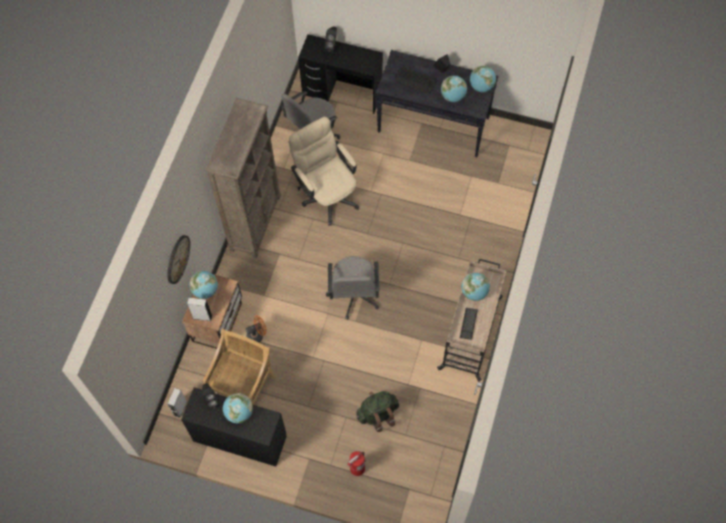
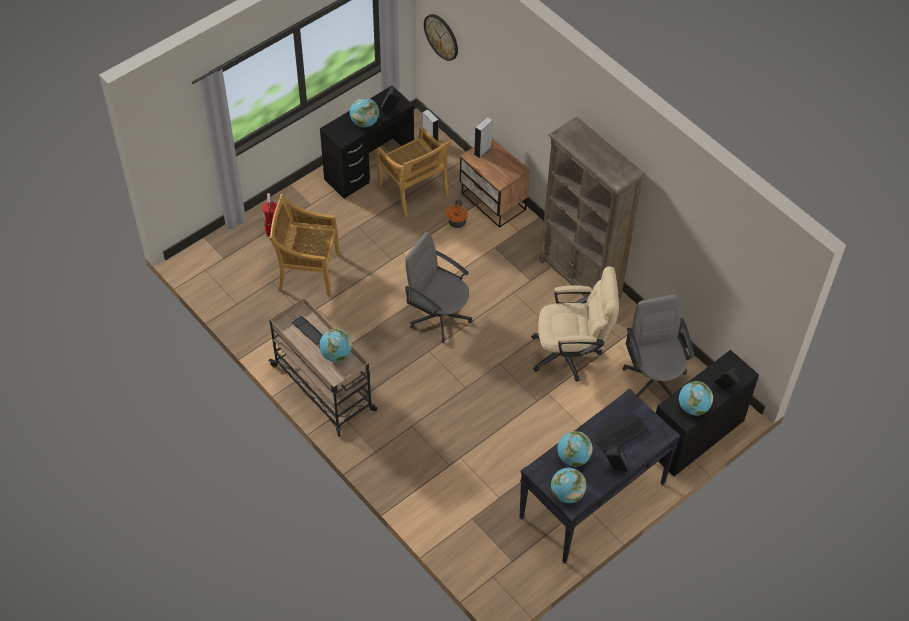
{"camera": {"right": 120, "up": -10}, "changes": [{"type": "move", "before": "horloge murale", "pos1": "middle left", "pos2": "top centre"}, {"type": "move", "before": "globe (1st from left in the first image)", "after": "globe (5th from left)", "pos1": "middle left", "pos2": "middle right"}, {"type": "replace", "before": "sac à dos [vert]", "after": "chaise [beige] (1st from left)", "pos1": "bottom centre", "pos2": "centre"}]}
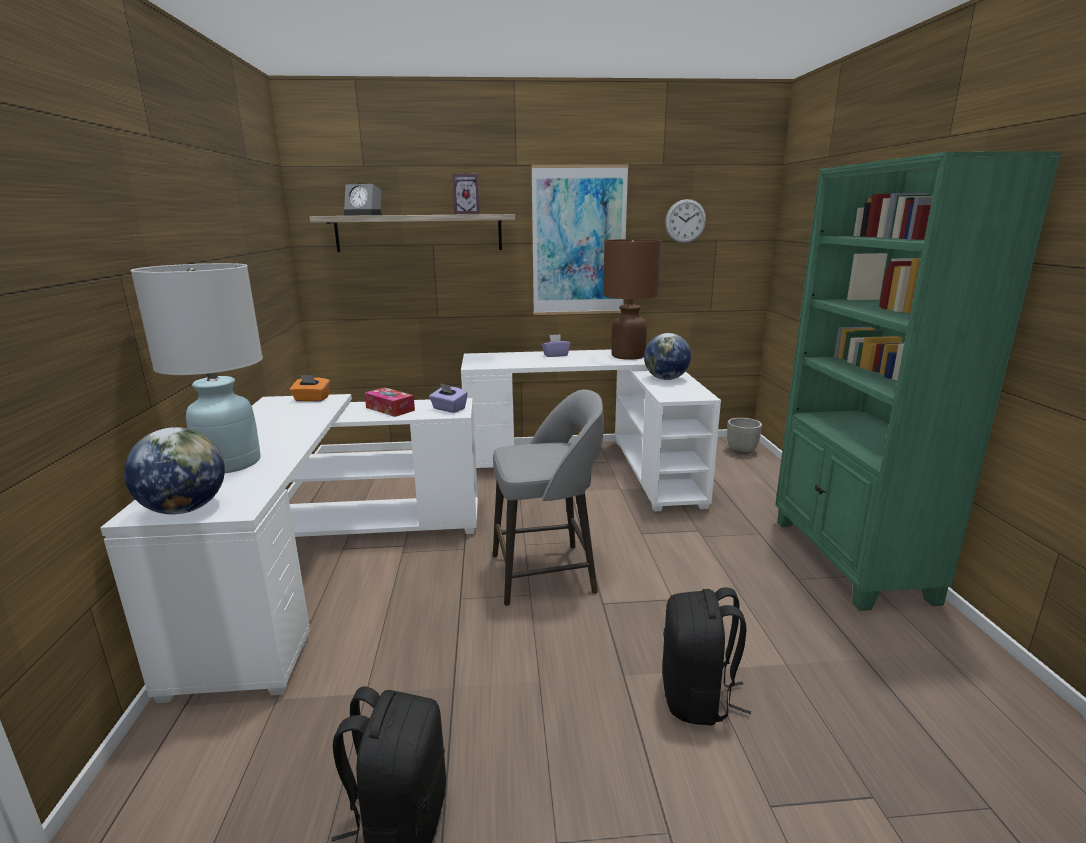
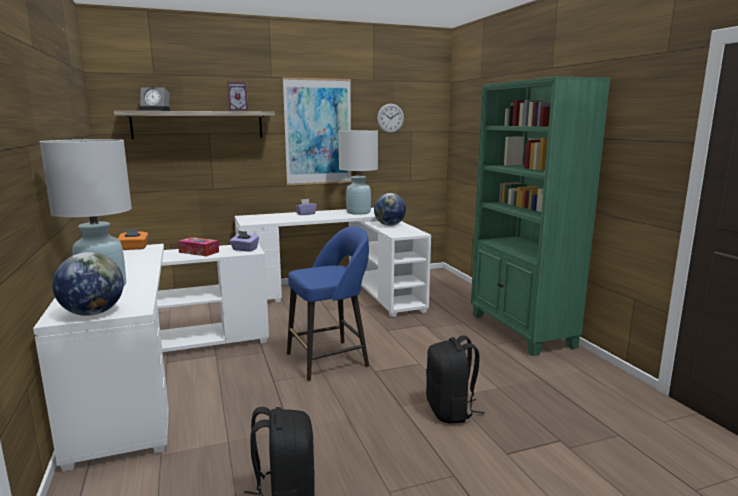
{"camera": {"right": -15, "up": -5}, "changes": [{"type": "delete", "before": "cache-pot [gris]", "pos1": "middle right"}, {"type": "recolor", "before": "tabouret [gris]", "after": "tabouret [bleu]", "pos1": "centre", "pos2": "centre"}, {"type": "recolor", "before": "lampe de table [marron]", "after": "lampe de table [blanc] (2nd from left)", "pos1": "centre", "pos2": "centre"}]}
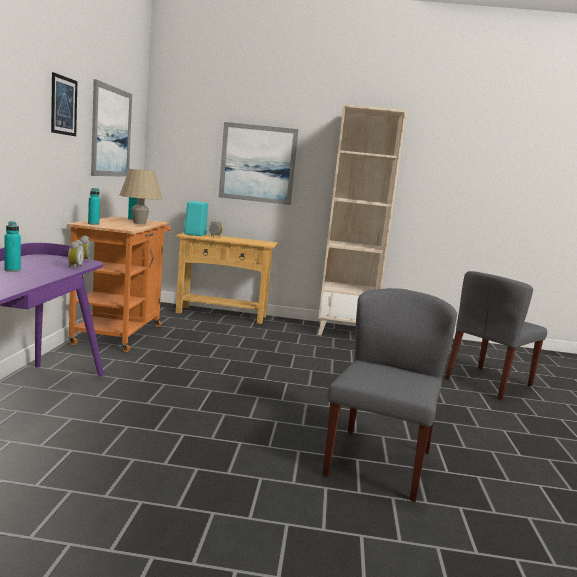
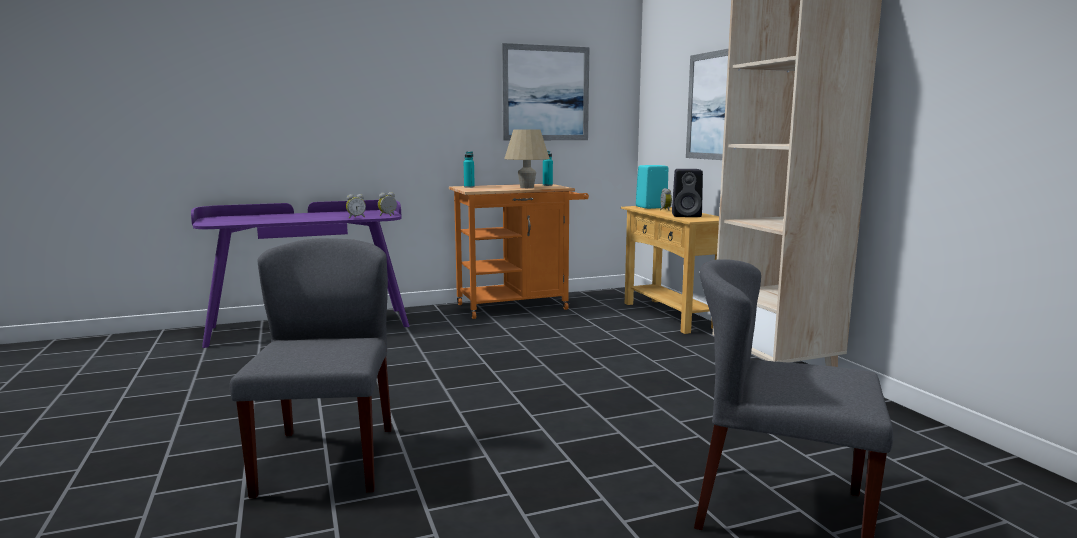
{"camera": {"right": 65, "up": 0}, "changes": [{"type": "delete", "before": "bouteille [turquoise] (1st from left)", "pos1": "middle left"}, {"type": "delete", "before": "tableau (1st from left)", "pos1": "top left"}, {"type": "insert", "after": "enceinte [noir]", "pos2": "centre"}, {"type": "rotate", "before": "chaise [gris] (1st from left)", "pos1": "bottom right", "pos2": "bottom left", "turn": -90}]}
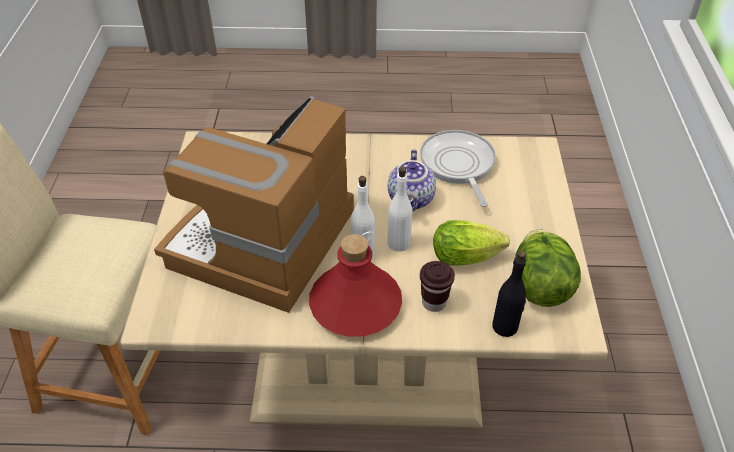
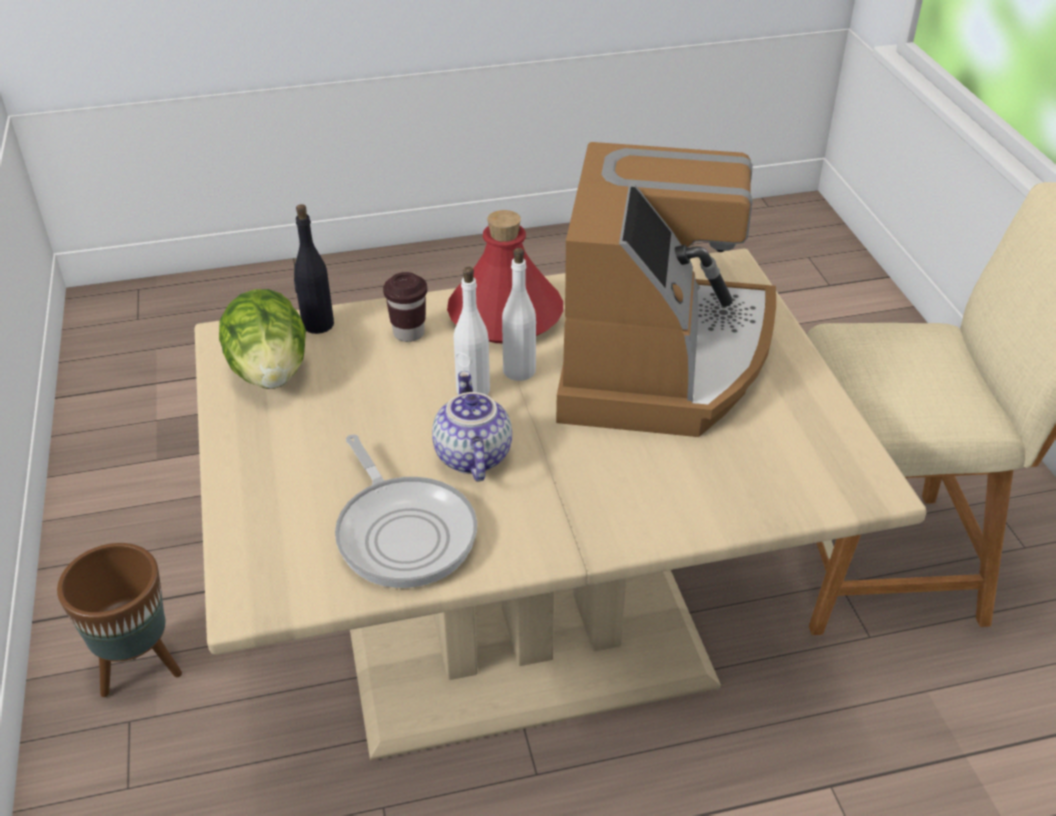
{"camera": {"right": 165, "up": -5}, "changes": [{"type": "delete", "before": "laitue (1st from left)", "pos1": "centre"}, {"type": "insert", "after": "cache-pot [marron]", "pos2": "bottom left"}]}
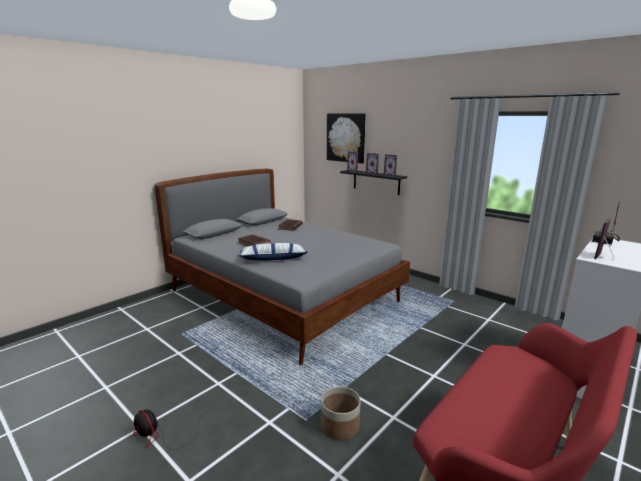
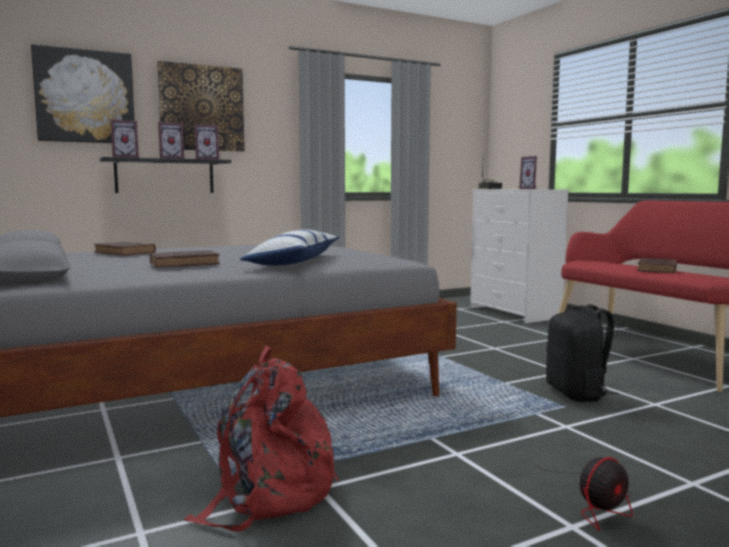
{"camera": {"right": -70, "up": -10}, "changes": [{"type": "insert", "after": "tableau (2nd from left)", "pos2": "top left"}, {"type": "insert", "after": "sac à dos [rouge]", "pos2": "bottom centre"}, {"type": "insert", "after": "livre [marron] (3rd from left)", "pos2": "middle right"}, {"type": "replace", "before": "cache-pot", "after": "sac à dos [noir]", "pos1": "bottom centre", "pos2": "middle right"}]}
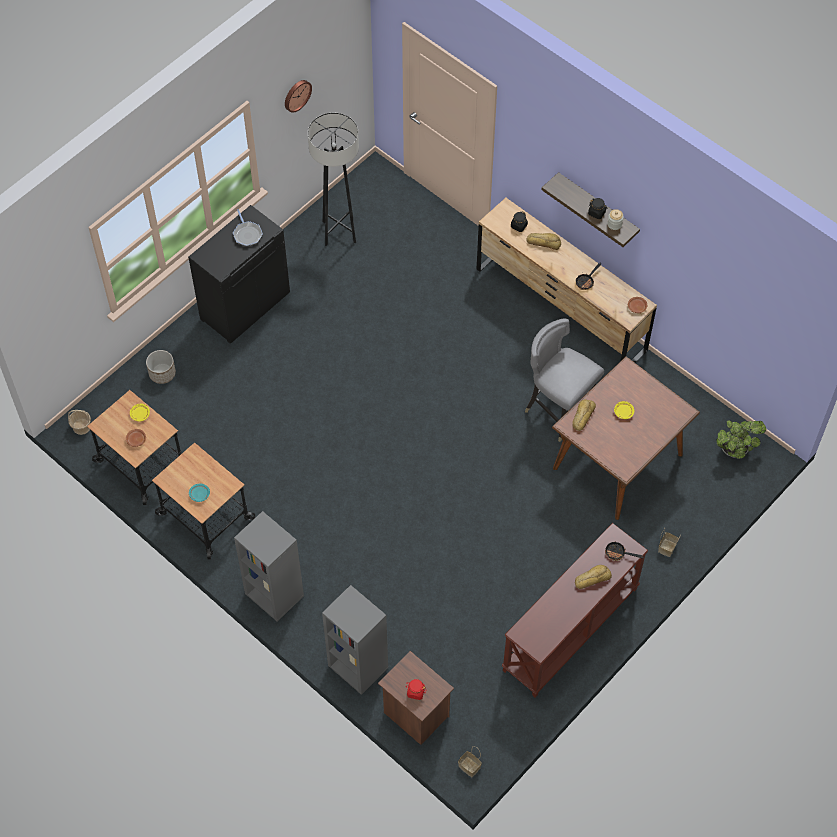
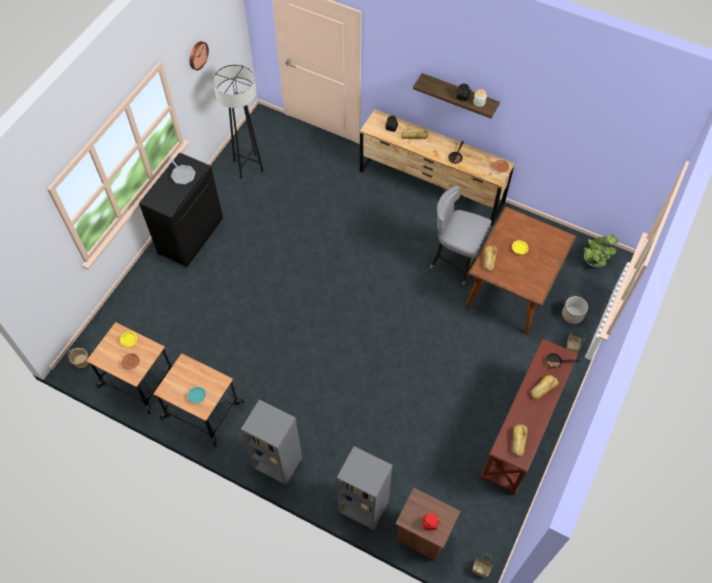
{"camera": {"right": -15, "up": 0}, "changes": [{"type": "insert", "after": "pain (3rd from left)", "pos2": "bottom right"}, {"type": "move", "before": "cache-pot", "pos1": "middle left", "pos2": "middle right"}]}
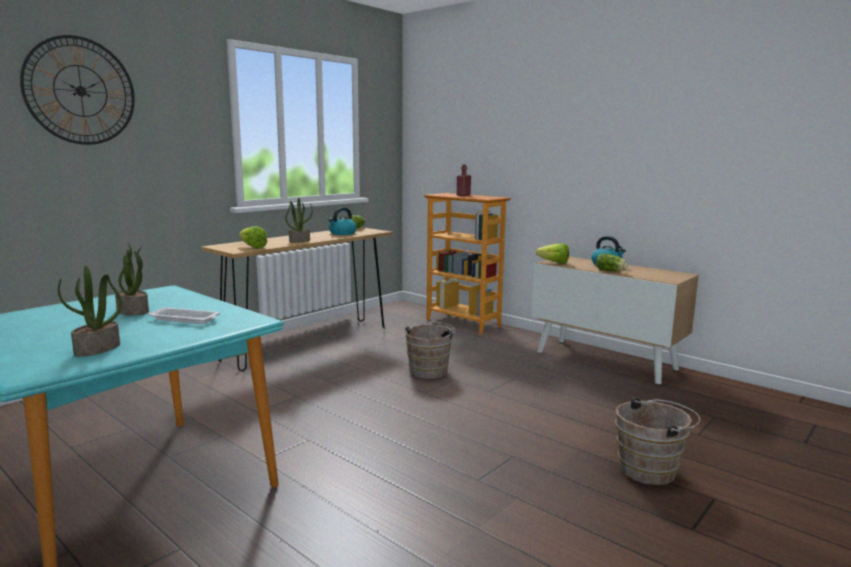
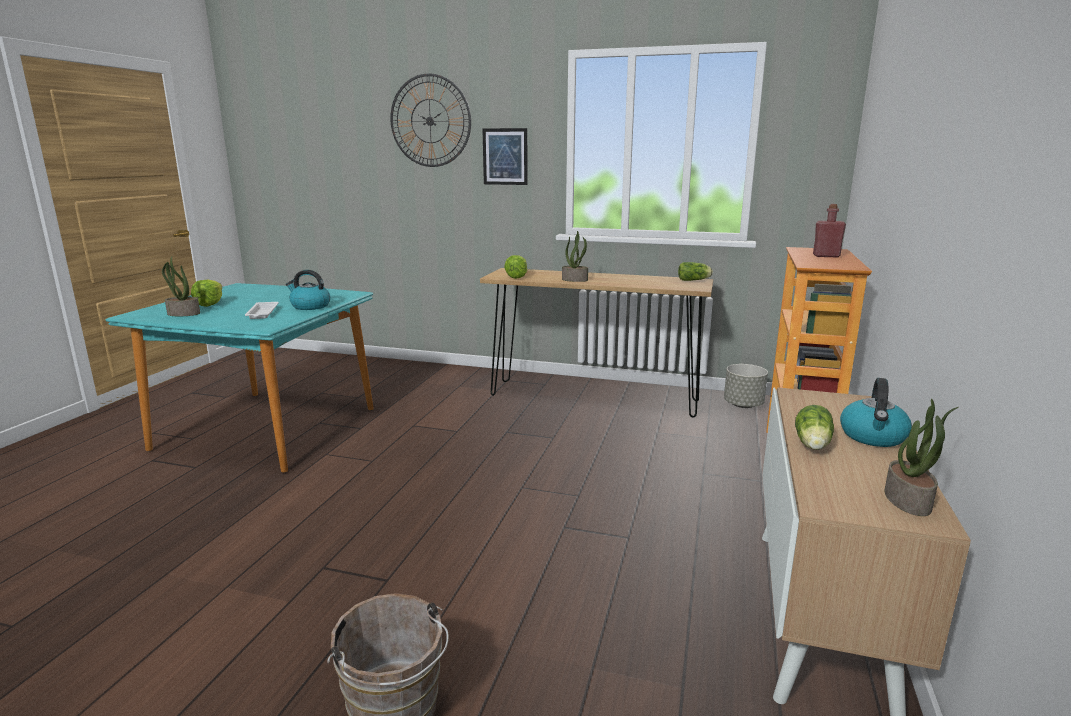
{"camera": {"right": 65, "up": 5}, "changes": [{"type": "delete", "before": "seau [marron] (1st from left)", "pos1": "centre"}, {"type": "insert", "after": "tableau", "pos2": "top centre"}, {"type": "insert", "after": "cache-pot [gris]", "pos2": "middle right"}, {"type": "move", "before": "plante en pot (2nd from left in the first image)", "after": "plante en pot (3rd from left)", "pos1": "middle left", "pos2": "middle right"}, {"type": "move", "before": "bouilloire (1st from left)", "pos1": "centre", "pos2": "middle left"}, {"type": "move", "before": "laitue (3rd from left in the first image)", "after": "laitue (1st from left)", "pos1": "centre", "pos2": "middle left"}]}
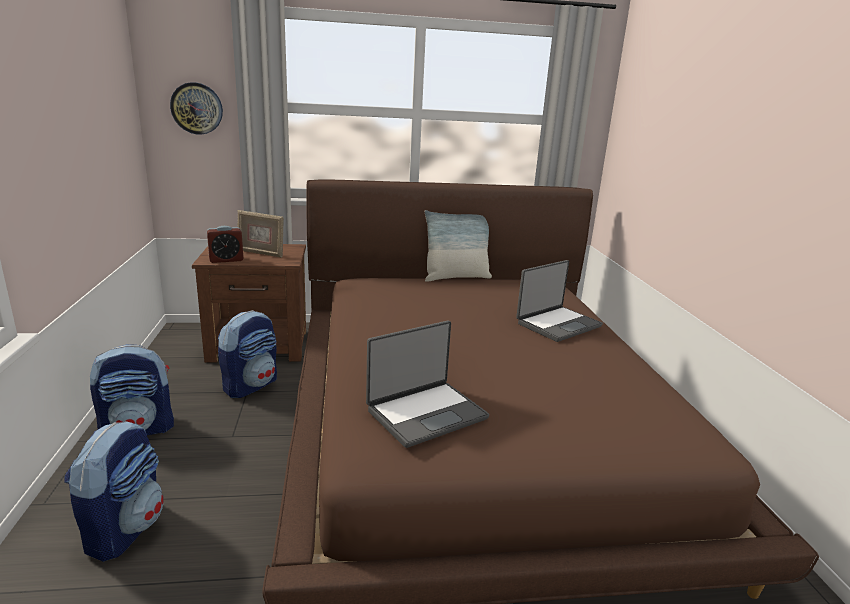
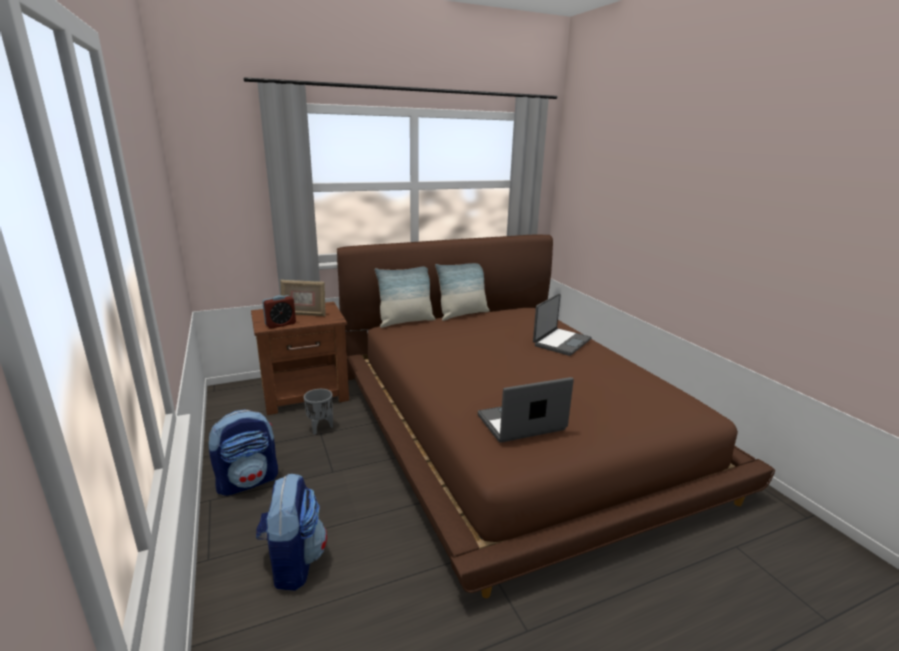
{"camera": {"right": -15, "up": 0}, "changes": [{"type": "delete", "before": "horloge murale", "pos1": "top left"}, {"type": "insert", "after": "coussin (1st from left)", "pos2": "centre"}, {"type": "replace", "before": "sac à dos (3rd from left)", "after": "cache-pot [gris]", "pos1": "middle left", "pos2": "centre"}, {"type": "rotate", "before": "ordinateur portable (1st from left)", "pos1": "centre", "pos2": "centre", "turn": -150}]}
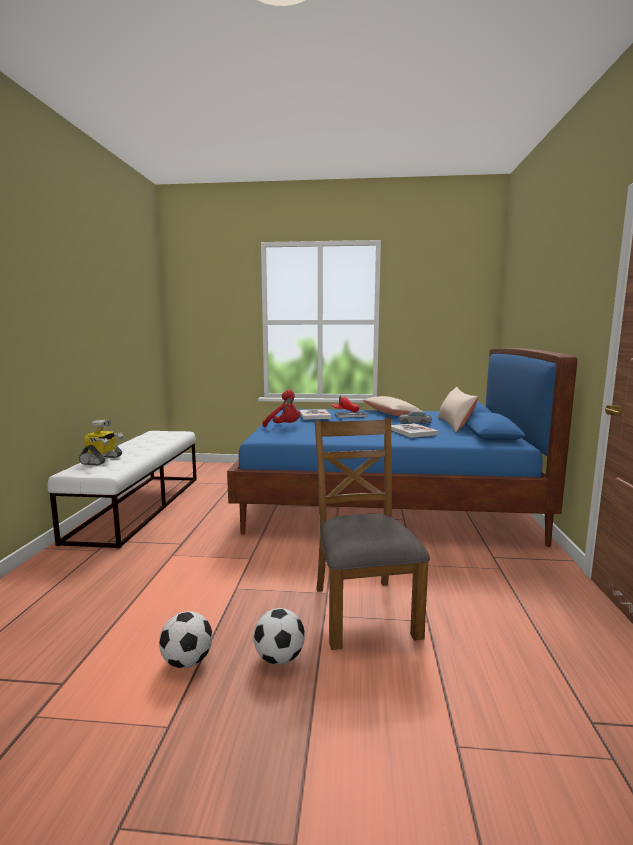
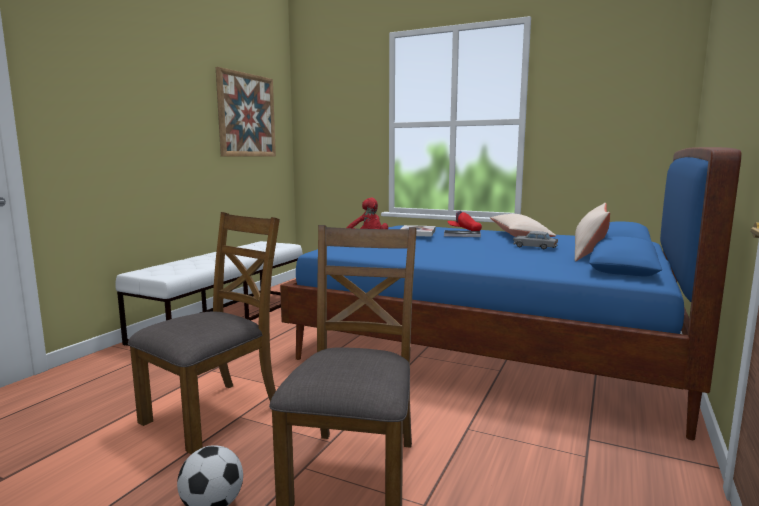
{"camera": {"right": 20, "up": 0}, "changes": [{"type": "delete", "before": "robot jouet", "pos1": "middle left"}, {"type": "delete", "before": "ballon de foot (1st from left)", "pos1": "bottom left"}, {"type": "delete", "before": "livre (3rd from left)", "pos1": "centre"}, {"type": "insert", "after": "chaise [marron] (1st from left)", "pos2": "middle left"}, {"type": "insert", "after": "tableau", "pos2": "top left"}]}
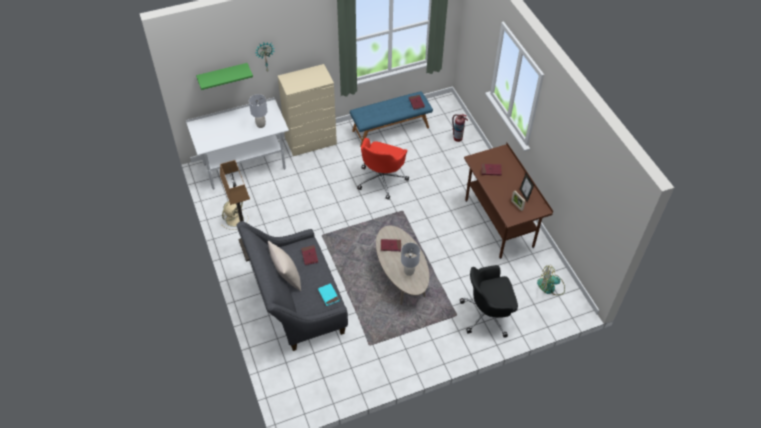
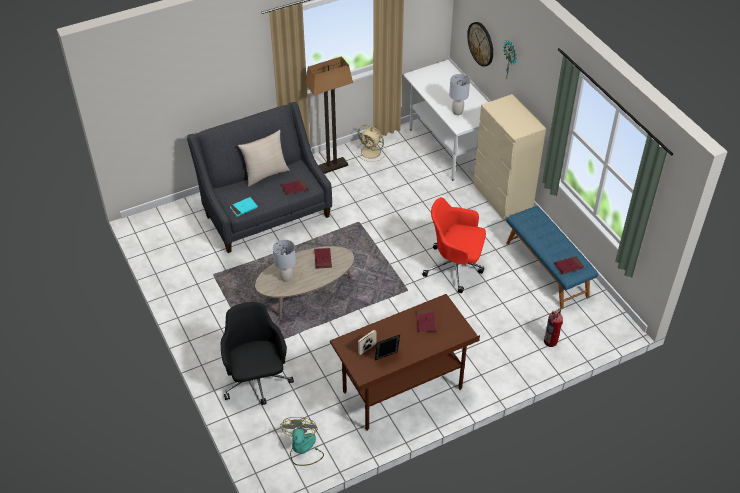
{"camera": {"right": 85, "up": -5}, "changes": [{"type": "replace", "before": "étagère [vert]", "after": "horloge murale (1st from left)", "pos1": "top left", "pos2": "top centre"}]}
